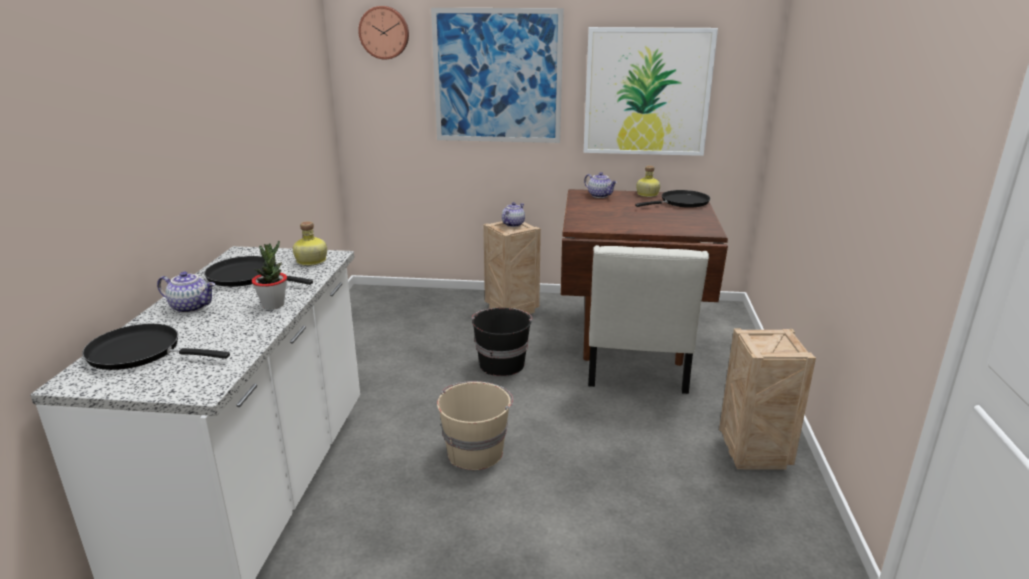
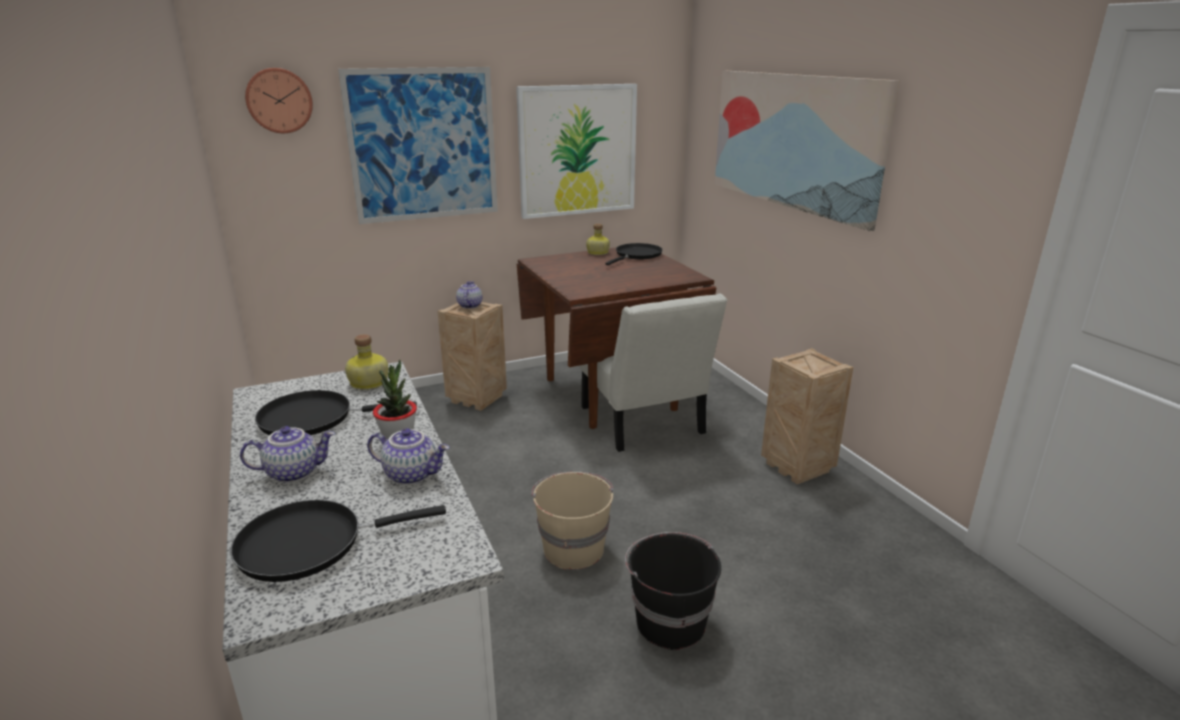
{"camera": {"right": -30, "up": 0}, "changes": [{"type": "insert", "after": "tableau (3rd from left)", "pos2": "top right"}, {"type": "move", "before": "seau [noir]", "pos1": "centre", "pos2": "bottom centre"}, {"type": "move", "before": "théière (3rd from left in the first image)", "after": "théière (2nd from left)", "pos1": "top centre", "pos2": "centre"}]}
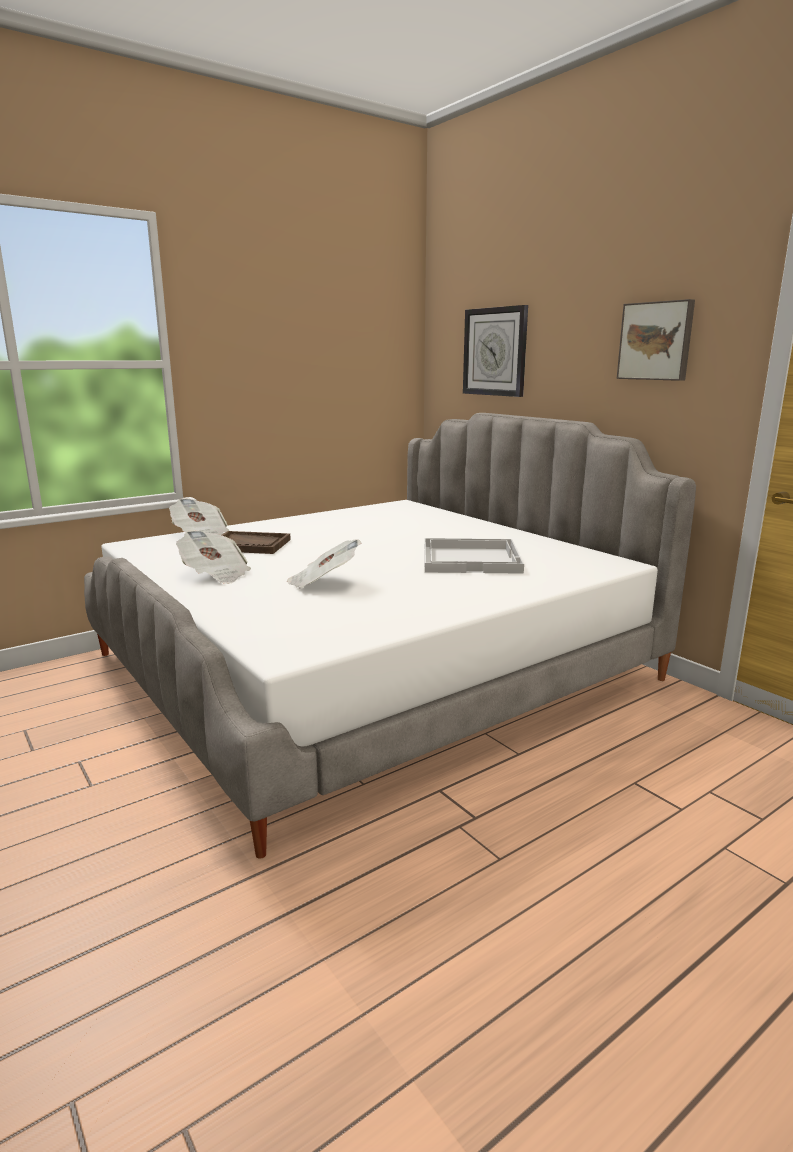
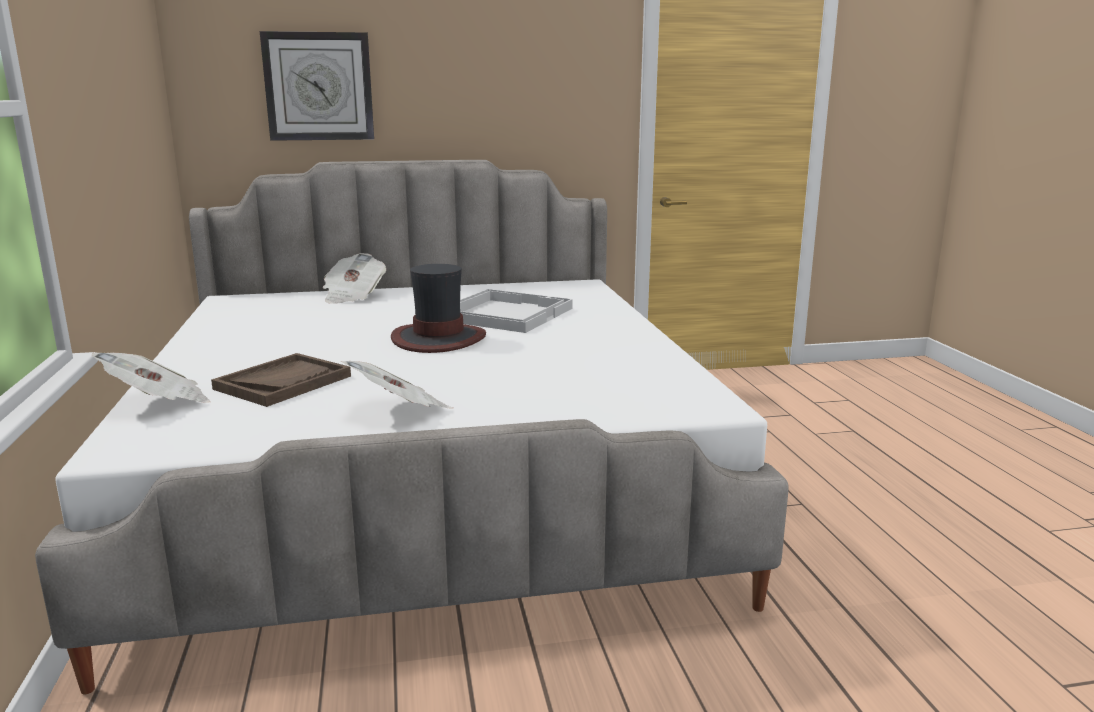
{"camera": {"right": -65, "up": 0}, "changes": [{"type": "delete", "before": "tableau", "pos1": "top right"}, {"type": "insert", "after": "chapeau", "pos2": "centre"}, {"type": "move", "before": "journal (3rd from left in the first image)", "after": "journal (2nd from left)", "pos1": "centre", "pos2": "middle left"}]}
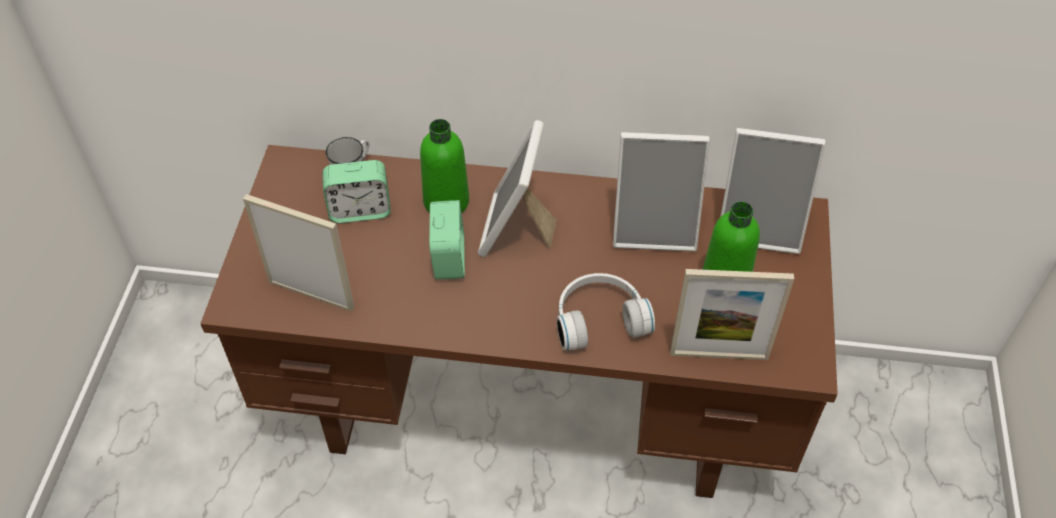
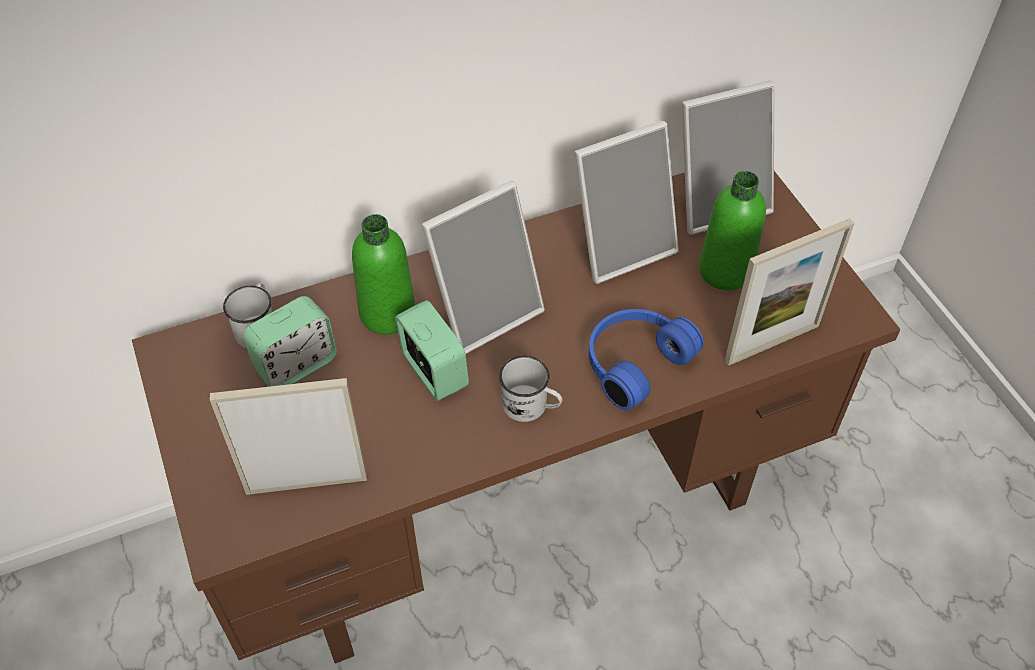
{"camera": {"right": -30, "up": 0}, "changes": [{"type": "insert", "after": "mug [blanc] (2nd from left)", "pos2": "centre"}, {"type": "recolor", "before": "casque audio [blanc]", "after": "casque audio [bleu]", "pos1": "centre", "pos2": "centre"}, {"type": "rotate", "before": "cadre photo (2nd from left)", "pos1": "centre", "pos2": "centre", "turn": -105}]}
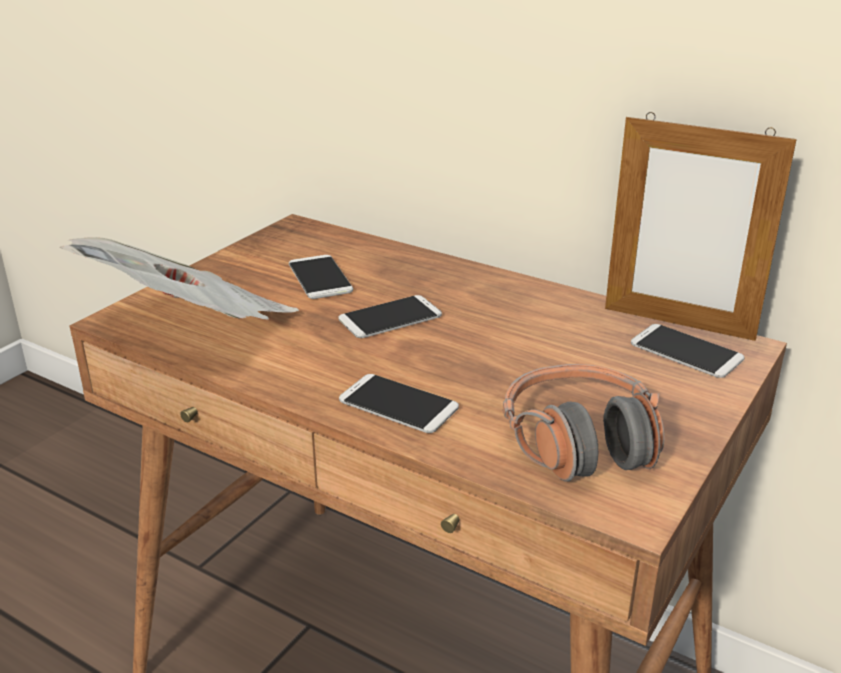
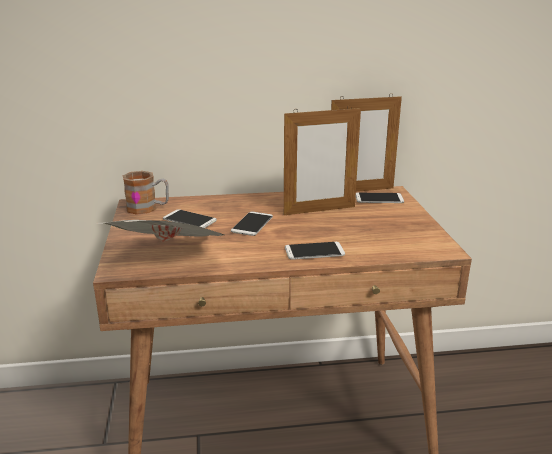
{"camera": {"right": -40, "up": -5}, "changes": [{"type": "delete", "before": "casque audio", "pos1": "middle right"}, {"type": "insert", "after": "mug", "pos2": "middle left"}, {"type": "insert", "after": "cadre photo (1st from left)", "pos2": "centre"}]}
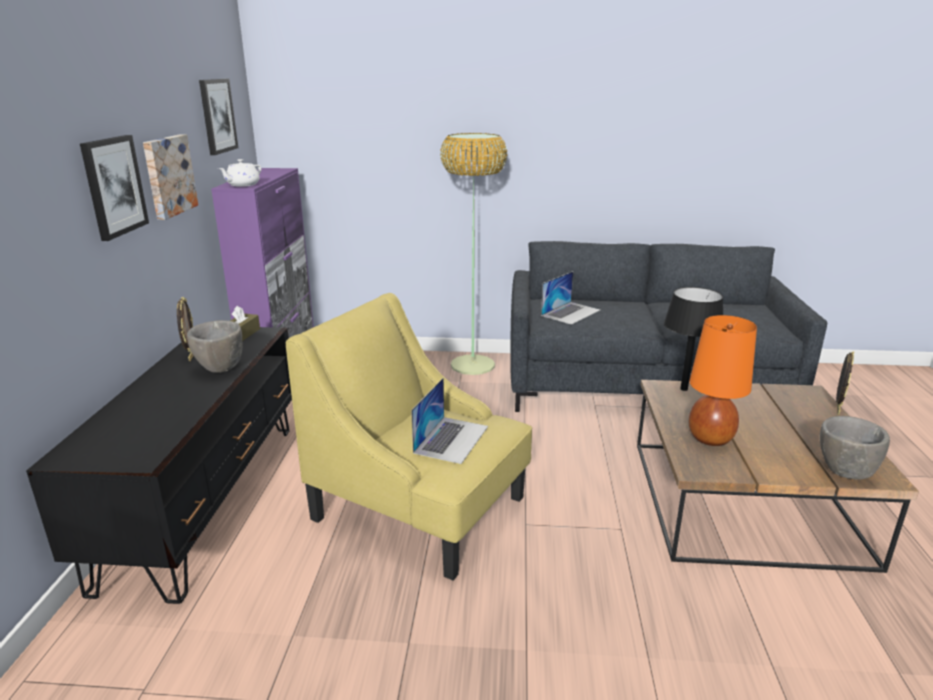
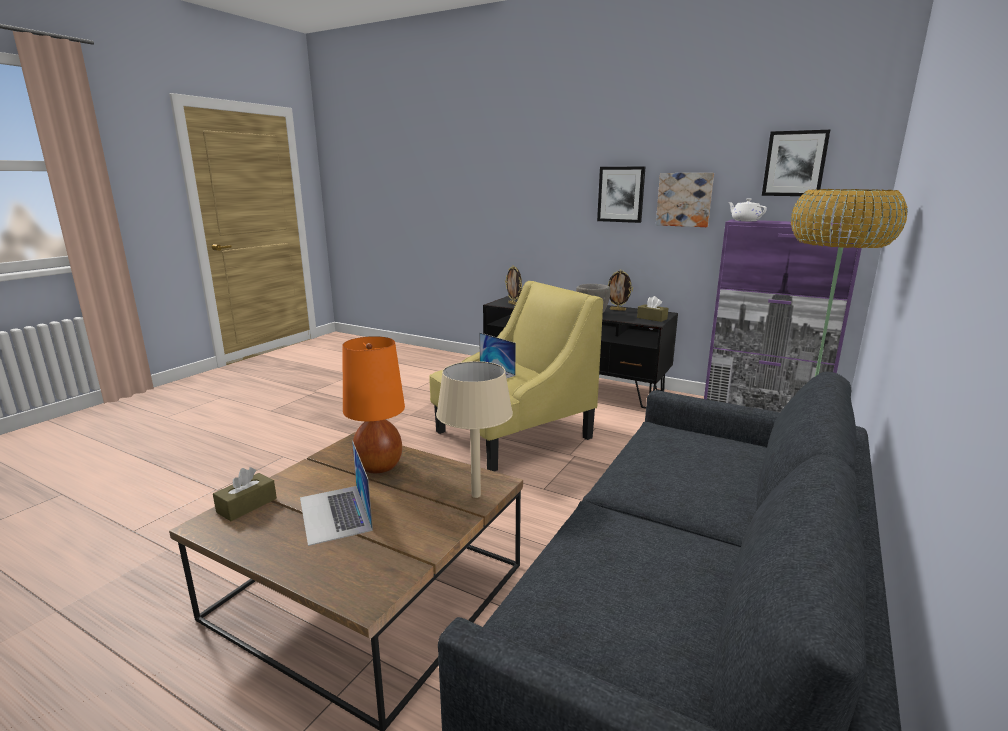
{"camera": {"right": 115, "up": -5}, "changes": [{"type": "move", "before": "ordinateur portable (2nd from left in the first image)", "after": "ordinateur portable (1st from left)", "pos1": "centre", "pos2": "bottom centre"}, {"type": "move", "before": "cadre photo (2nd from left in the first image)", "after": "cadre photo (1st from left)", "pos1": "middle right", "pos2": "centre"}, {"type": "replace", "before": "bol [gris] (2nd from left)", "after": "boîte à mouchoirs [marron] (1st from left)", "pos1": "middle right", "pos2": "bottom left"}, {"type": "recolor", "before": "lampe de table [noir]", "after": "lampe de table [beige]", "pos1": "middle right", "pos2": "centre"}]}
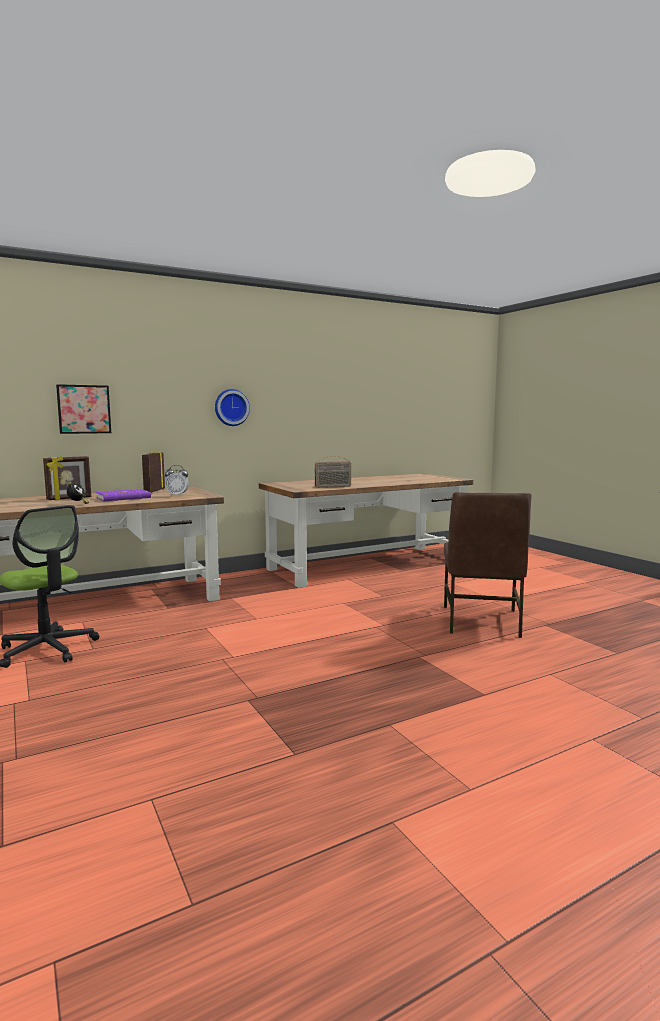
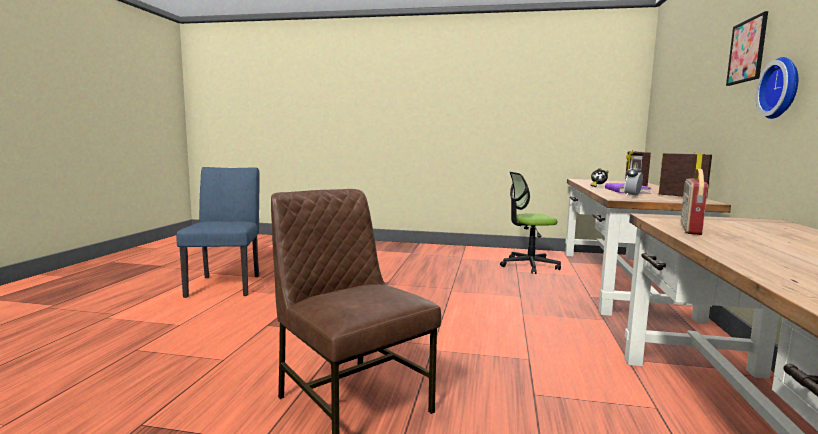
{"camera": {"right": 130, "up": 0}, "changes": [{"type": "insert", "after": "chaise [bleu]", "pos2": "middle left"}, {"type": "move", "before": "tableau", "pos1": "middle left", "pos2": "top right"}]}
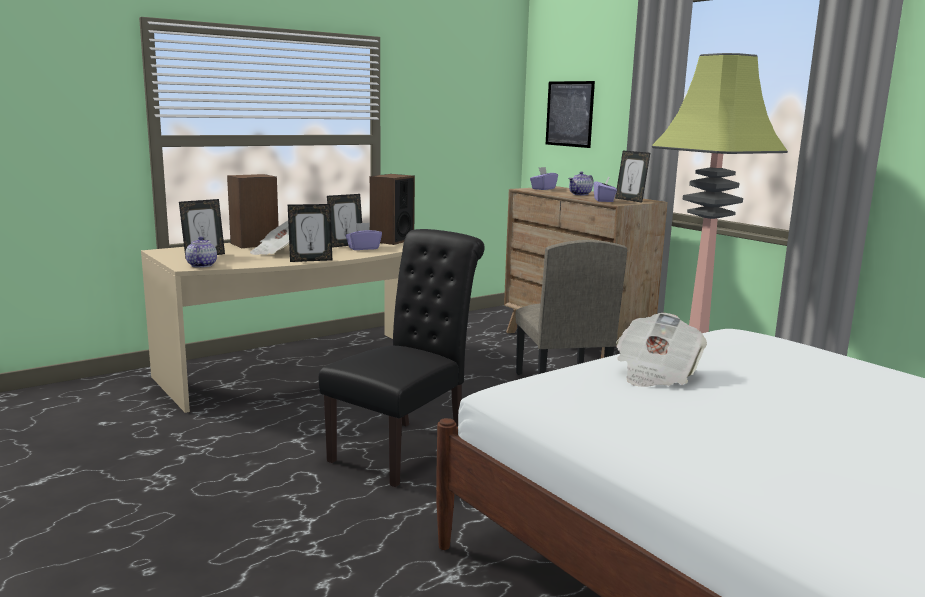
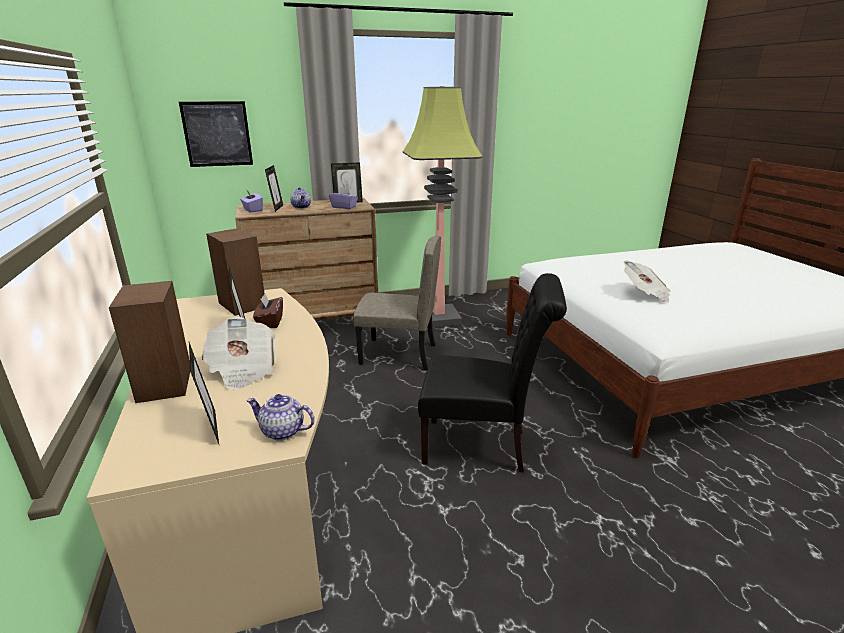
{"camera": {"right": -70, "up": 10}, "changes": [{"type": "move", "before": "cadre photo (2nd from left in the first image)", "after": "cadre photo (3rd from left)", "pos1": "centre", "pos2": "top left"}, {"type": "recolor", "before": "boîte à mouchoirs [violet] (1st from left)", "after": "boîte à mouchoirs [marron]", "pos1": "centre", "pos2": "middle left"}, {"type": "rotate", "before": "chaise [noir]", "pos1": "centre", "pos2": "centre", "turn": 135}]}
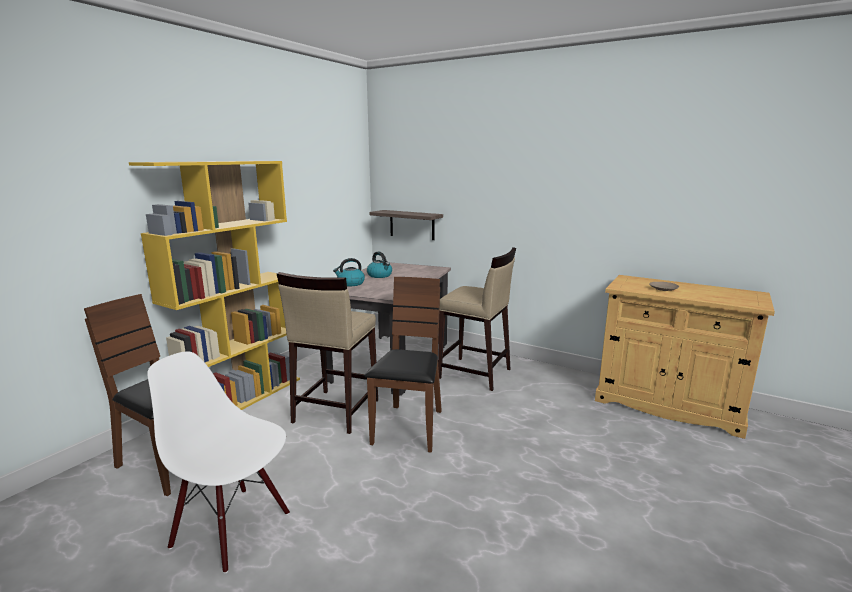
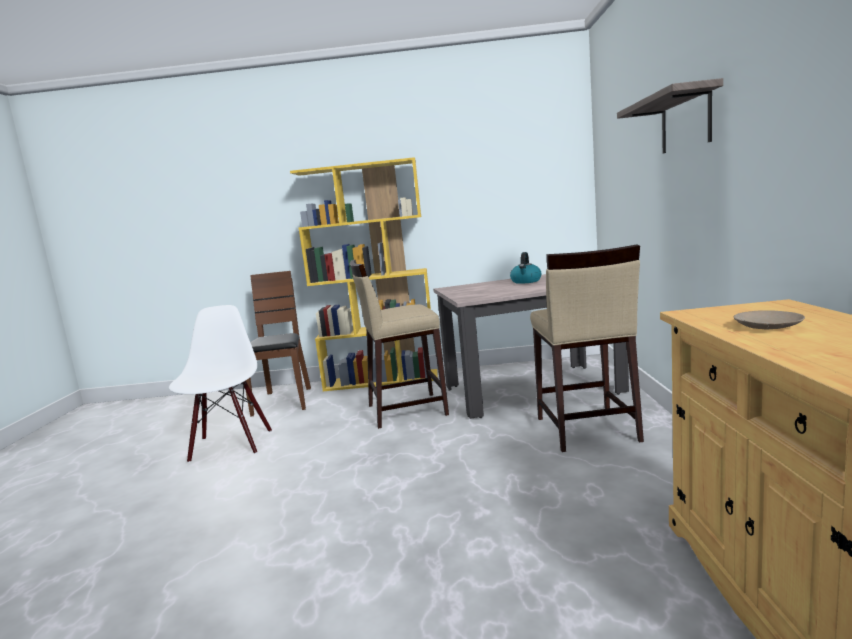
{"camera": {"right": 60, "up": -5}, "changes": [{"type": "delete", "before": "bouilloire (1st from left)", "pos1": "centre"}, {"type": "delete", "before": "chaise [marron] (2nd from left)", "pos1": "centre"}, {"type": "move", "before": "étagère", "pos1": "centre", "pos2": "top right"}]}
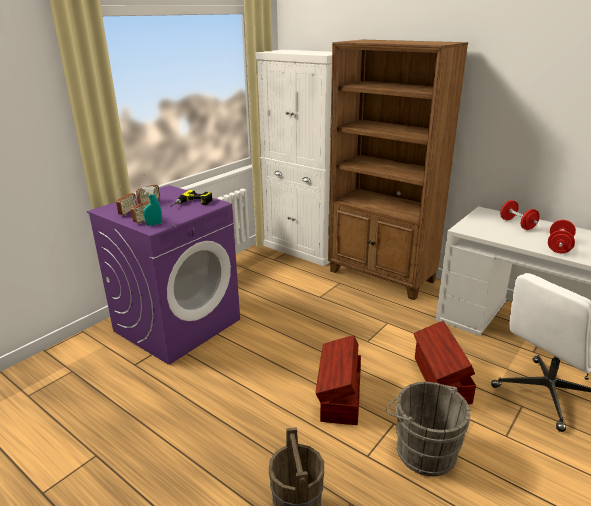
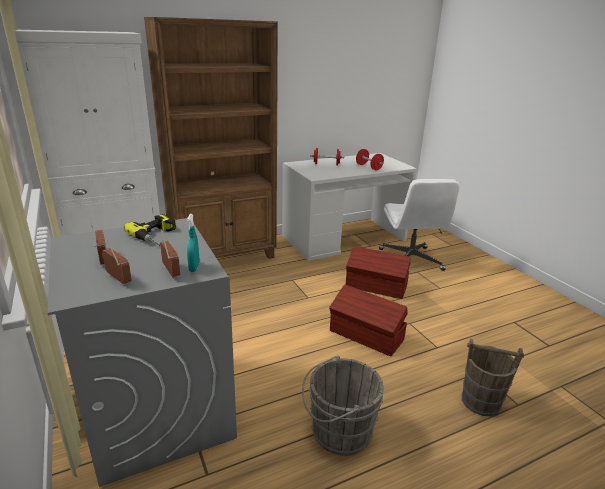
{"camera": {"right": -65, "up": 0}, "changes": [{"type": "move", "before": "seau [gris]", "pos1": "bottom right", "pos2": "bottom centre"}, {"type": "recolor", "before": "lave-linge [violet]", "after": "lave-linge [gris]", "pos1": "middle left", "pos2": "bottom left"}]}
